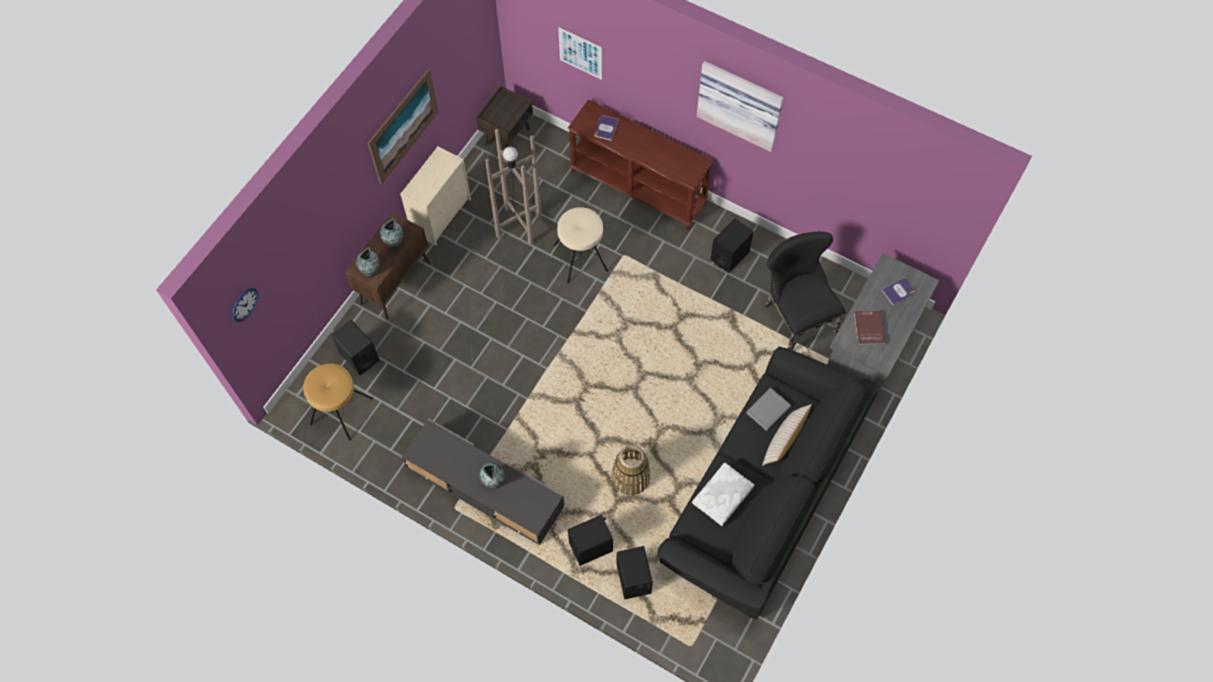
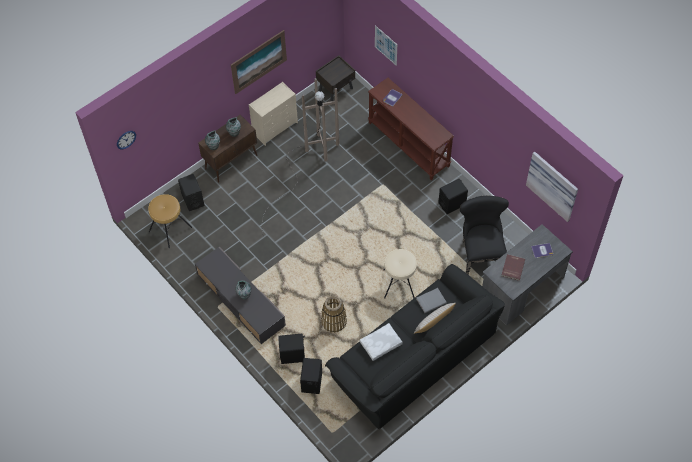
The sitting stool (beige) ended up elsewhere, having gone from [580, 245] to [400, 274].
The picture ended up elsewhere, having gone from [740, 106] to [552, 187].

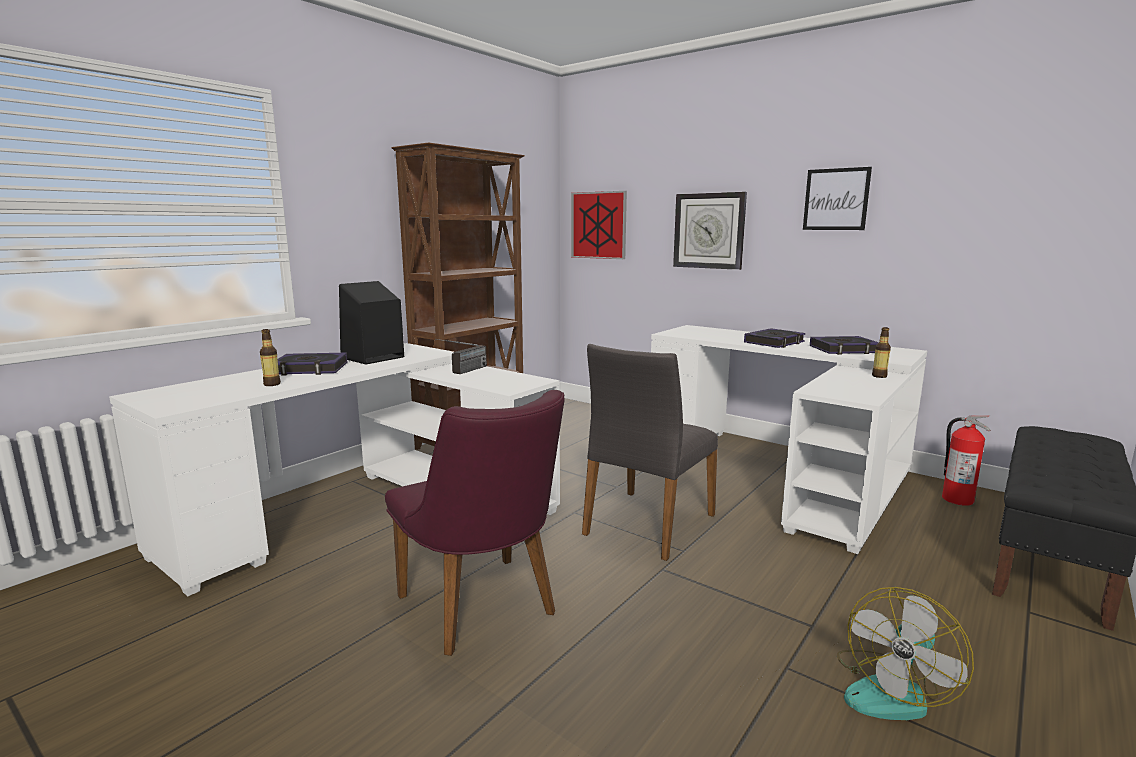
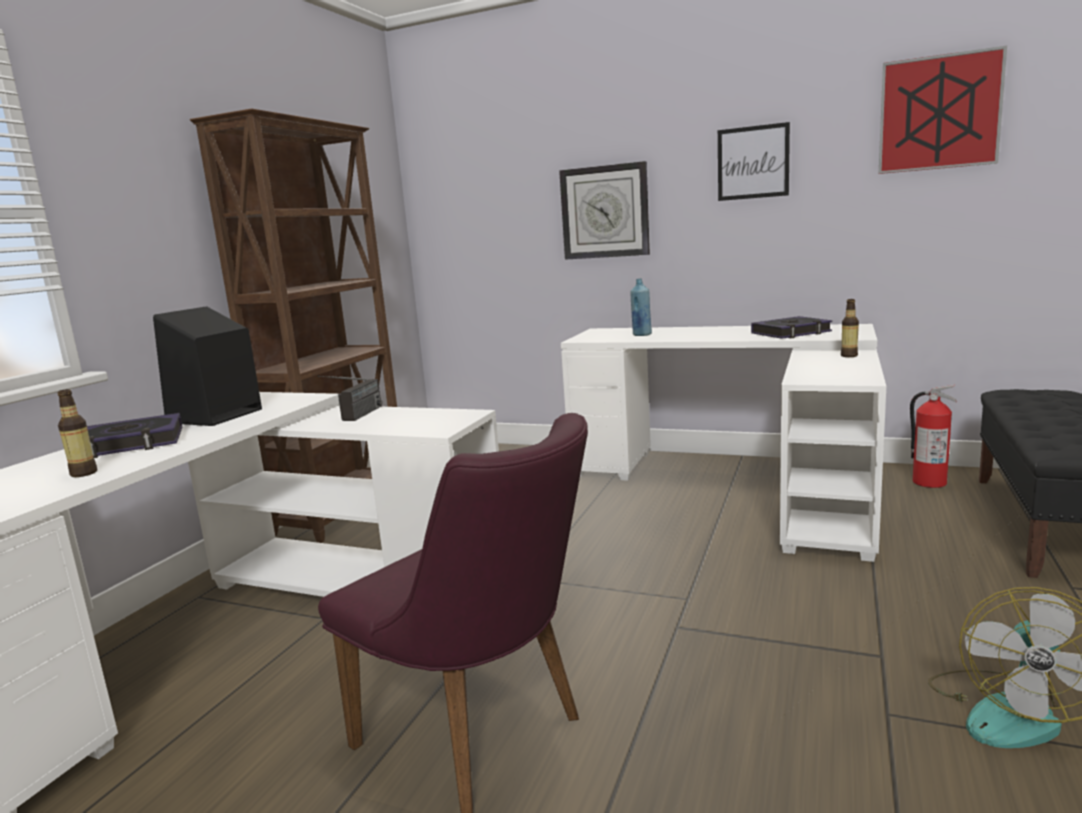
The second view lost the upright chair (gray) at [650, 452].
The second view lost the book at [774, 338].
The second view gained the drink bottle (blue-coloured) at [641, 307].
The picture ended up elsewhere, having gone from [599, 225] to [943, 110].

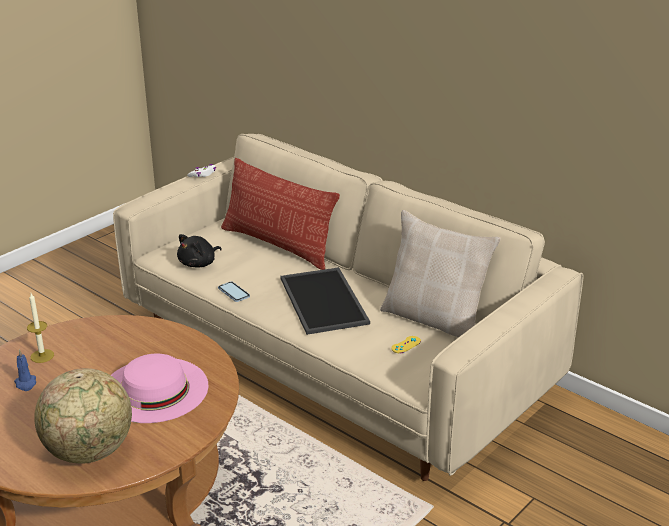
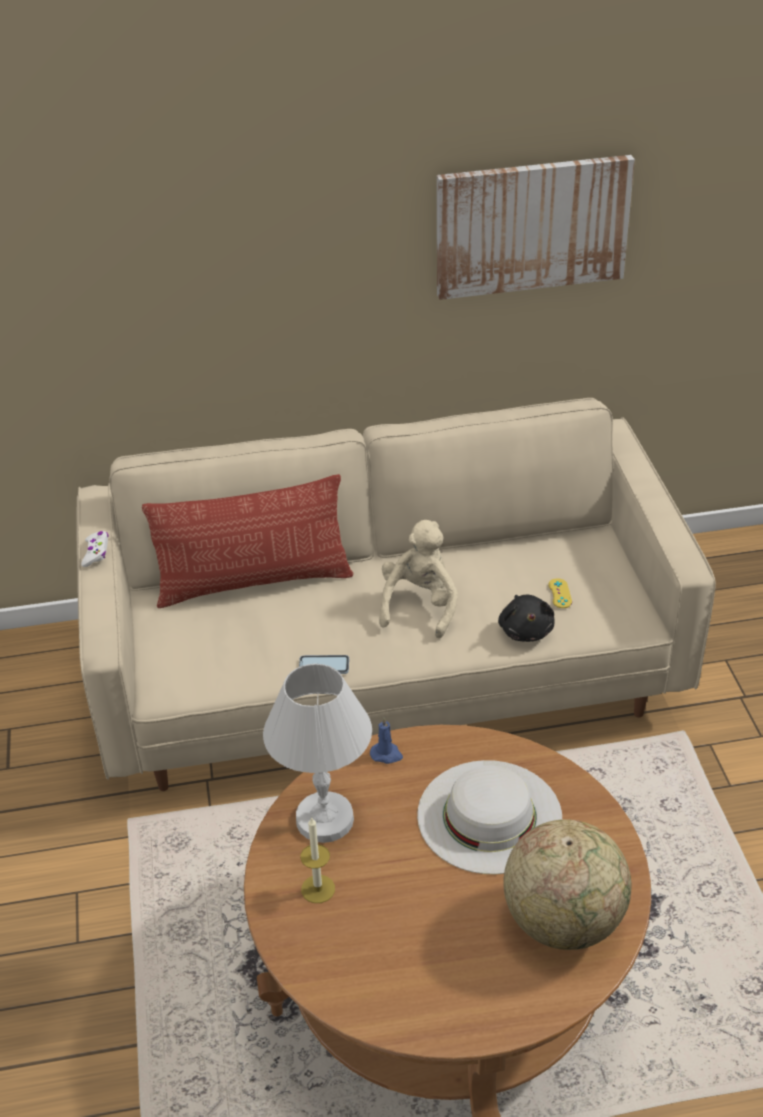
The second view lost the cushion (beige) at [440, 273].
The second view gained the tabletop lamp (white-coloured) at [317, 753].
The second view gained the picture at [536, 227].
The candle (blue-coloured) ended up elsewhere, having gone from [25, 370] to [386, 740].
The plush toy (black) ended up elsewhere, having gone from [199, 251] to [526, 618].
Where the serving tray stood at [325, 301], the plush toy (beige) came to stand at [418, 579].
What was the hat (pinkish) at [160, 388] turned into the hat (white-coloured) at [489, 817].

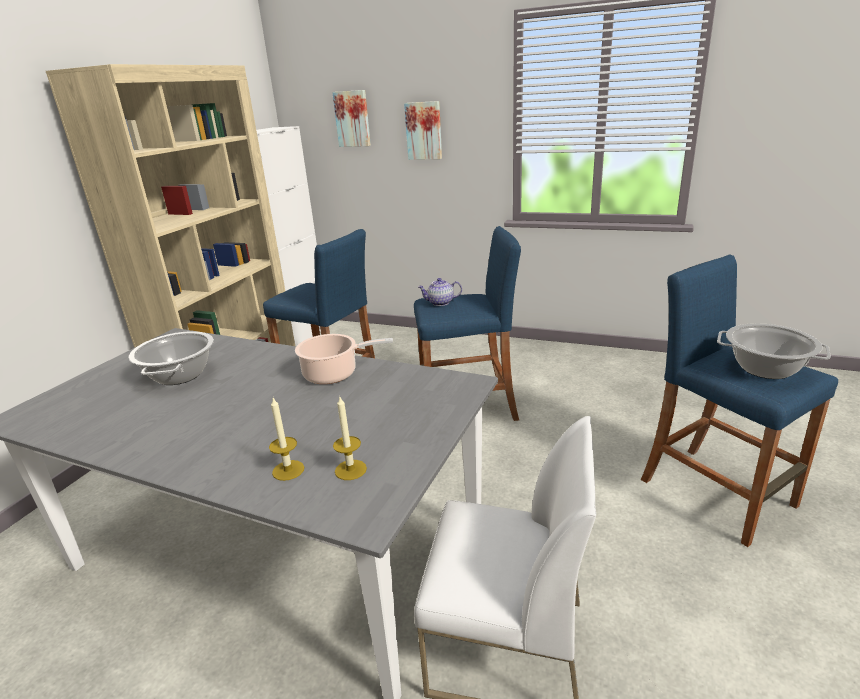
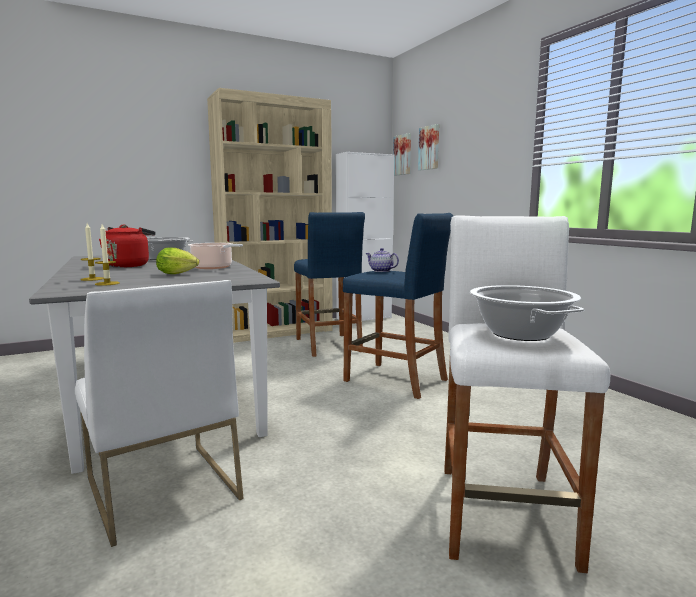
The second view gained the tea kettle (red) at [127, 246].
The second view gained the lettuce at [177, 261].
The picture ended up elsewhere, having gone from [423, 130] to [402, 154].
What was the sitting stool (blue-coloured) at [739, 400] turned into the sitting stool (white-coloured) at [527, 394].

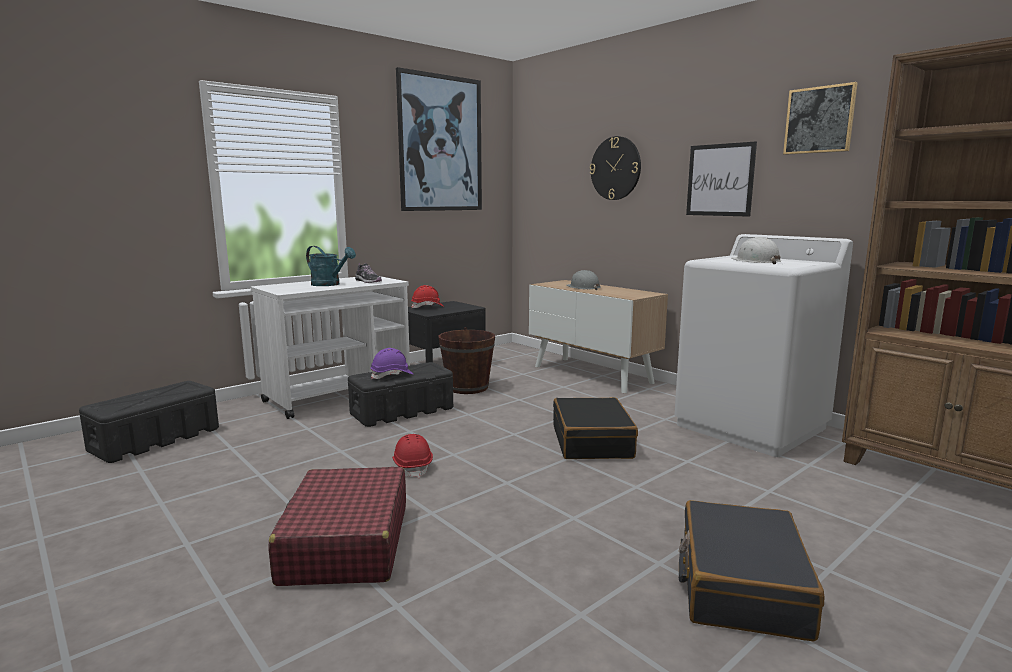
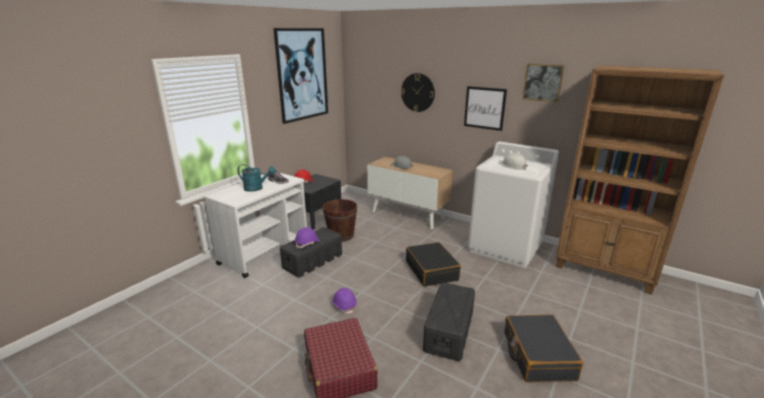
The storage container (black) ended up elsewhere, having gone from [149, 422] to [449, 322].
What was the safety helmet (red) at [412, 456] turned into the safety helmet (purple) at [344, 301].

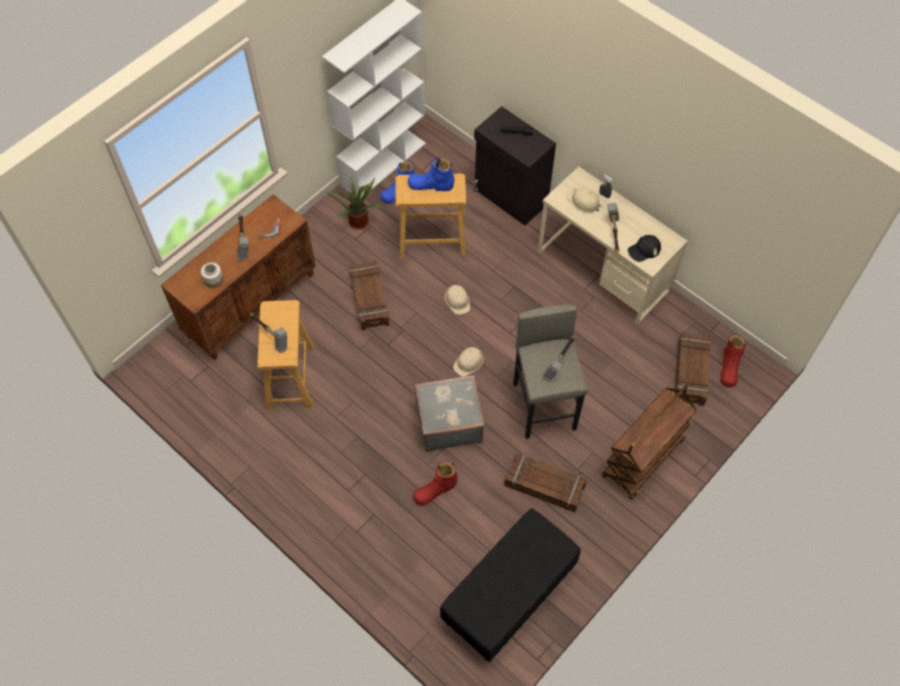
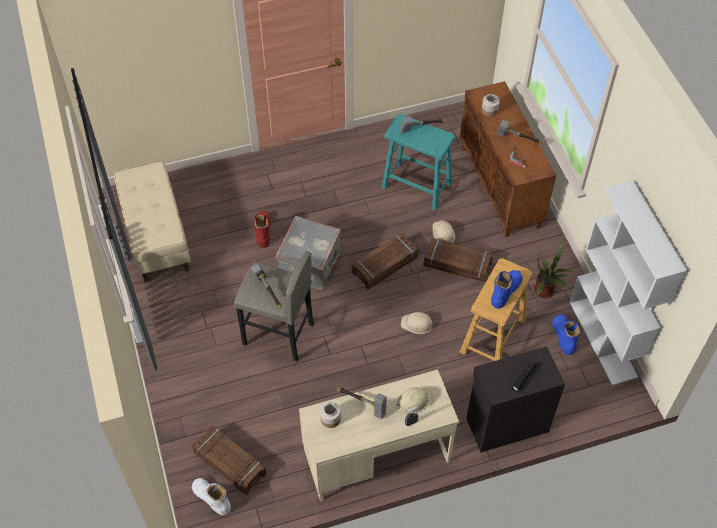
The second view lost the wheeled cart (brownish) at [649, 442].
The safety helmet (beige) ended up elsewhere, having gone from [468, 362] to [444, 231].
The crate ended up elsewhere, having gone from [545, 482] to [385, 261].
Where the cap (black) stood at [644, 248], the preserve jar came to stand at [330, 415].
What was the sitting stool (beige) at [285, 355] turned into the sitting stool (blue-green) at [419, 162].
What was the bench (black) at [510, 585] turned into the bench (beige) at [152, 221].
What was the boot (red) at [733, 360] turned into the boot (white-coloured) at [211, 496].

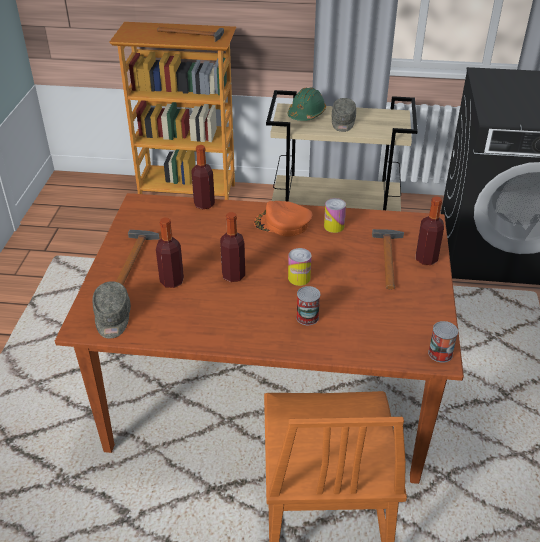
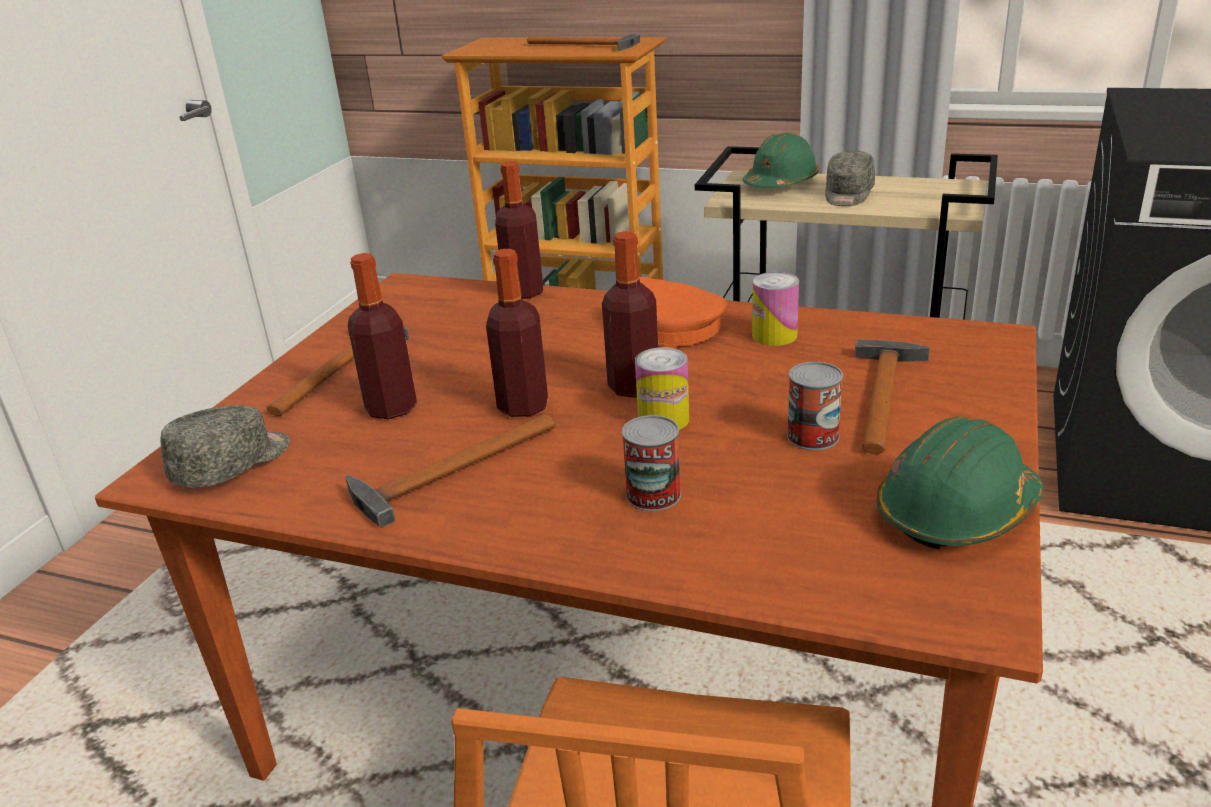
The second view gained the hammer at [450, 471].
The second view gained the safety helmet (green-coloured) at [960, 483].
The drink bottle ended up elsewhere, having gone from [430, 230] to [630, 314].
The can ended up elsewhere, having gone from [443, 342] to [815, 406].
The cap (gray) at [112, 310] ended up facing another way, 150 degrees counterclockwise from before.

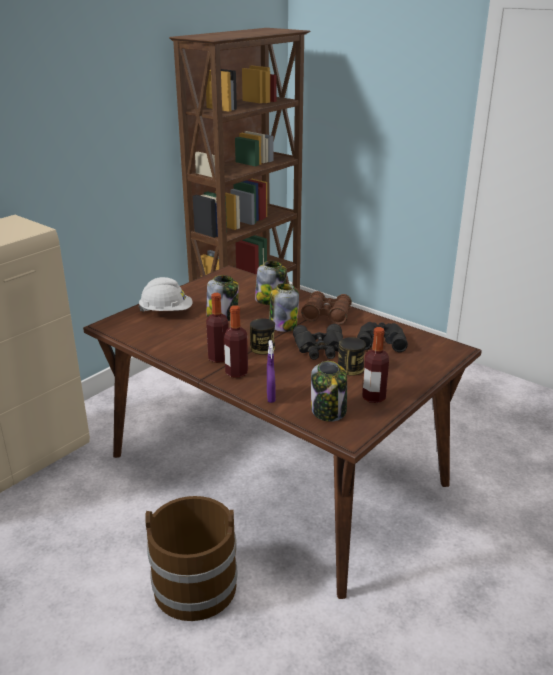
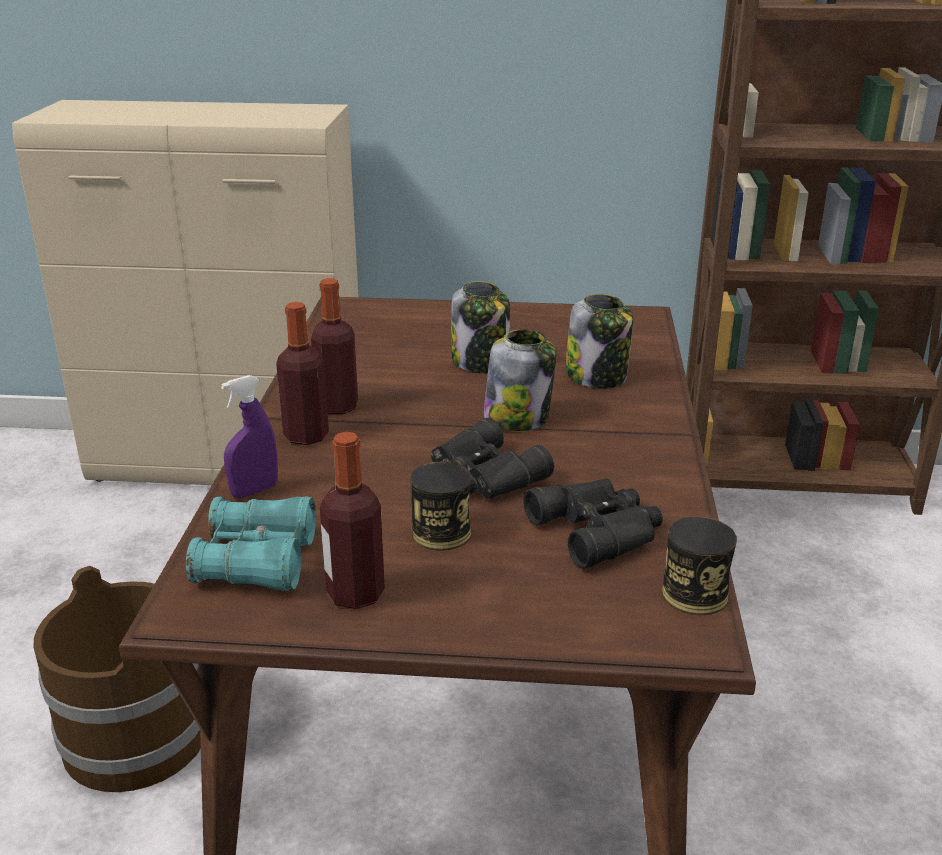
The second view lost the safety helmet (white-coloured) at [165, 294].
The second view lost the field glasses (brownish) at [326, 308].
The can ended up elsewhere, having gone from [262, 336] to [699, 566].
Where the preserve jar stood at [329, 391], the field glasses (blue-green) came to stand at [251, 543].

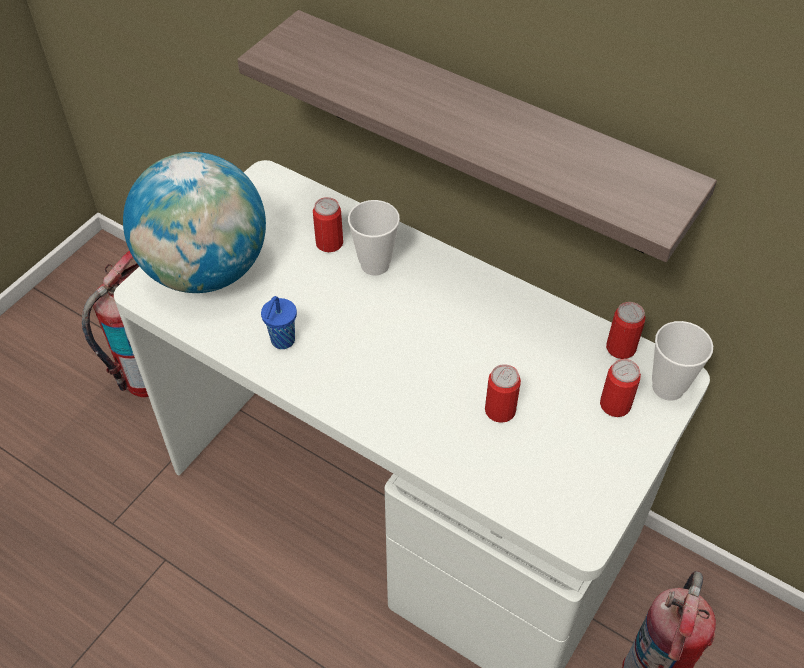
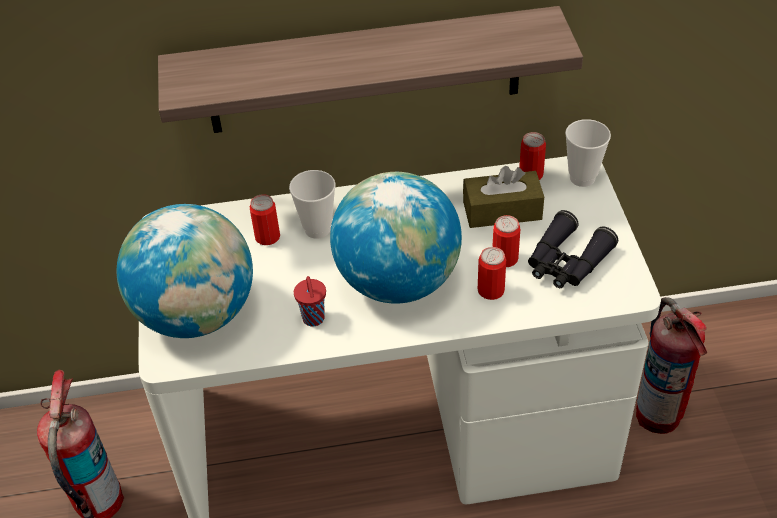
The second view gained the world globe at [396, 238].
The second view gained the box of tissues (brownish) at [503, 197].
The second view gained the field glasses (black) at [573, 249].
The can ended up elsewhere, having gone from [620, 388] to [492, 273].
What was the cup (blue-coloured) at [279, 322] turned into the cup (red) at [310, 301].

